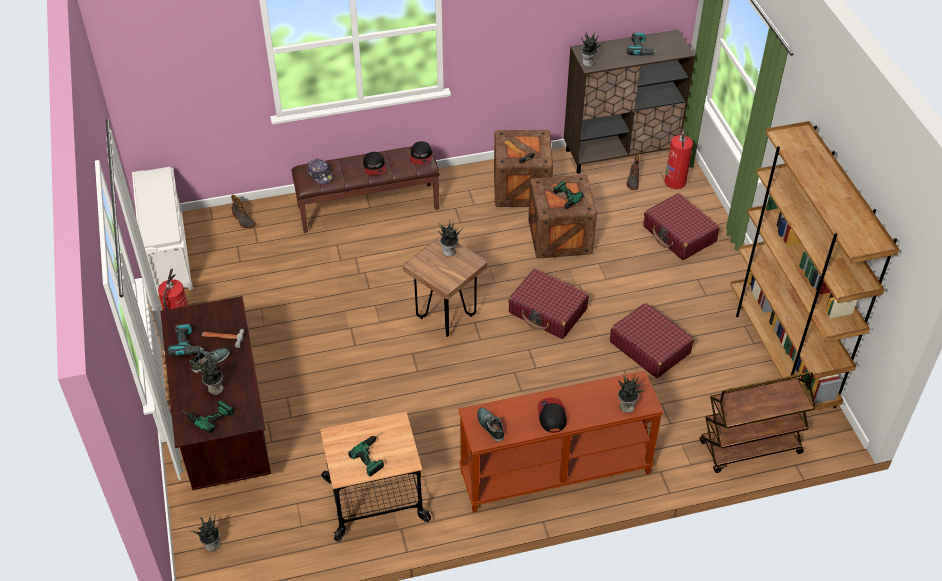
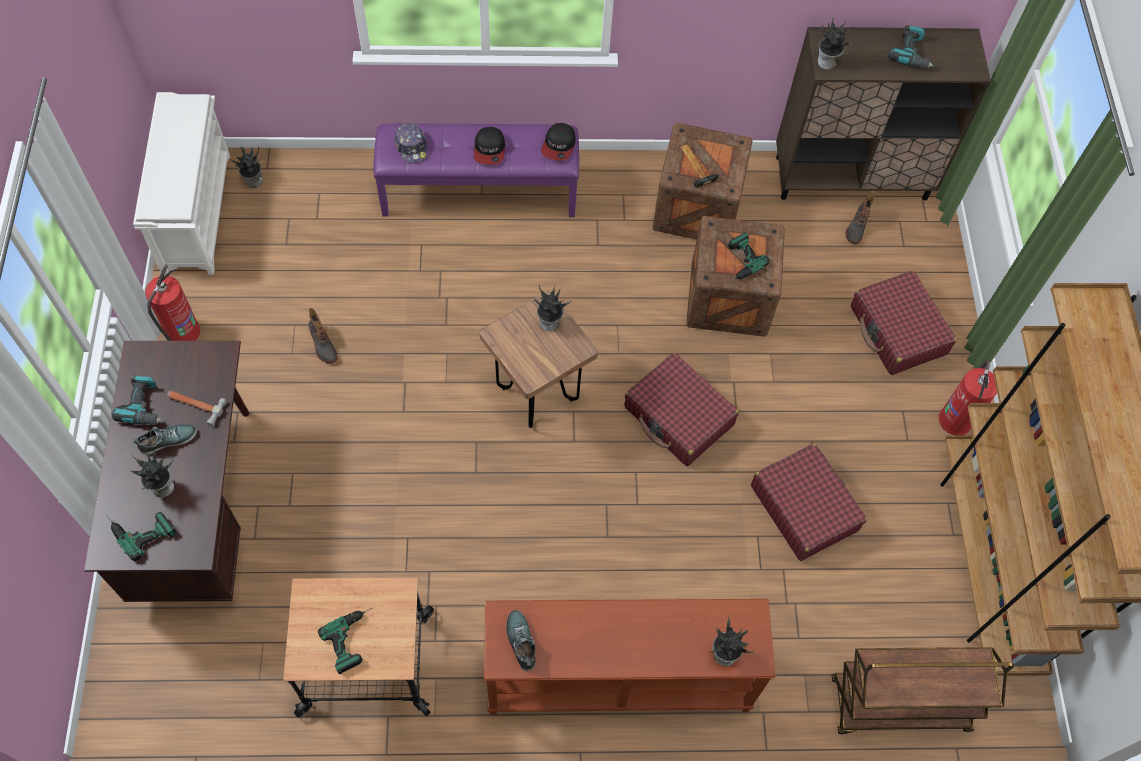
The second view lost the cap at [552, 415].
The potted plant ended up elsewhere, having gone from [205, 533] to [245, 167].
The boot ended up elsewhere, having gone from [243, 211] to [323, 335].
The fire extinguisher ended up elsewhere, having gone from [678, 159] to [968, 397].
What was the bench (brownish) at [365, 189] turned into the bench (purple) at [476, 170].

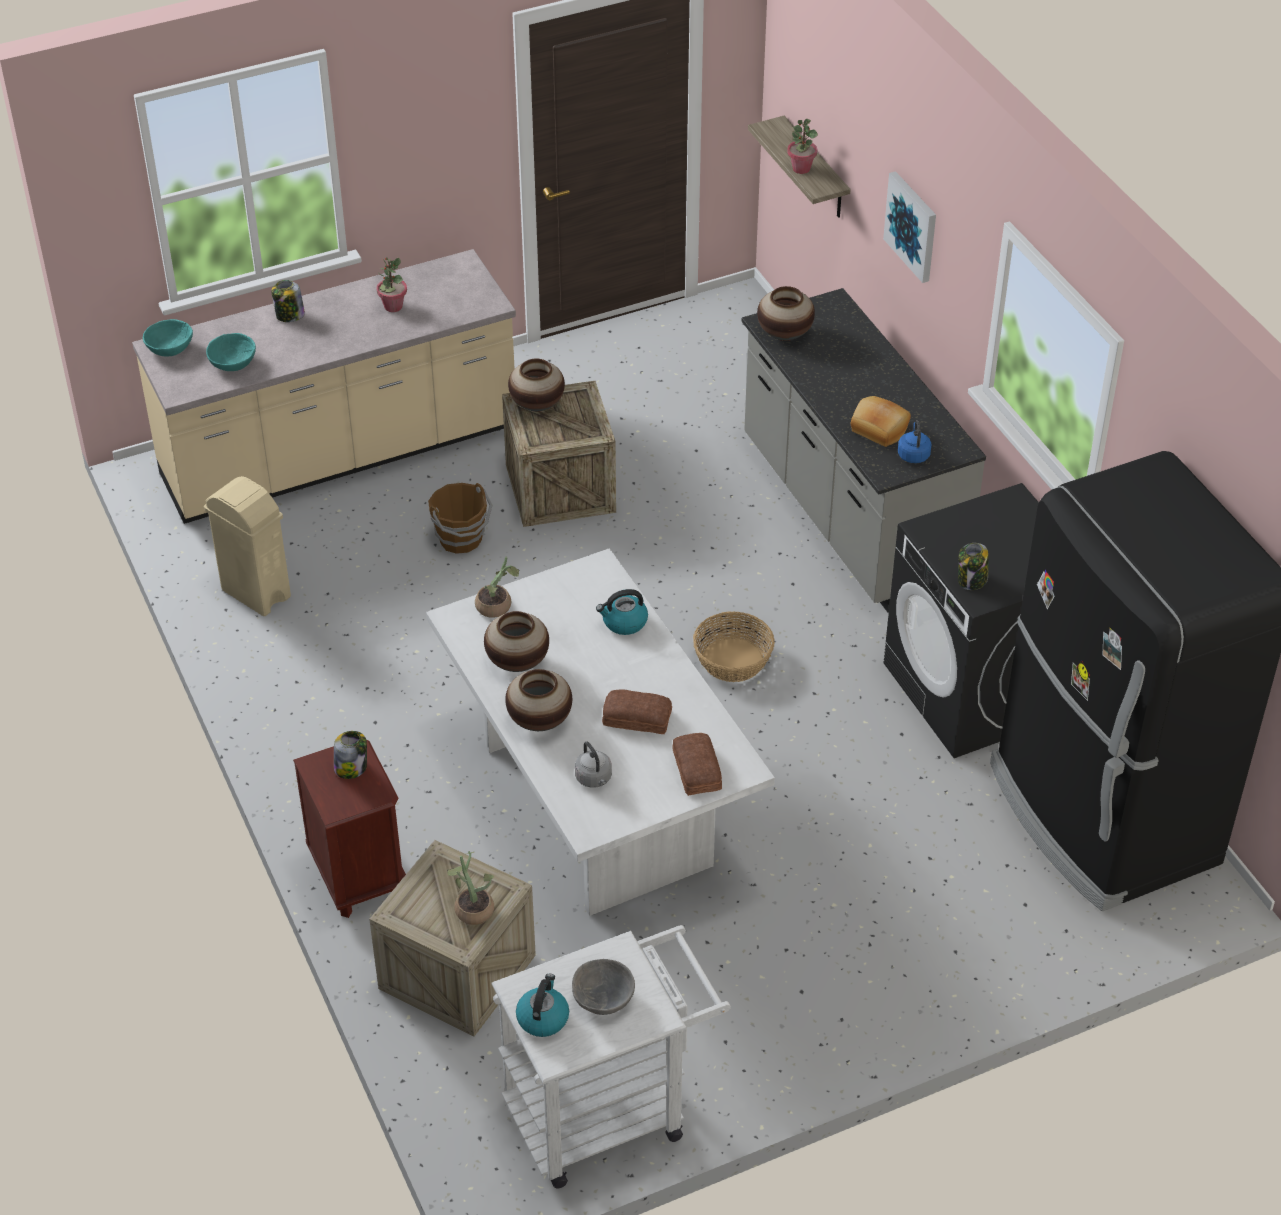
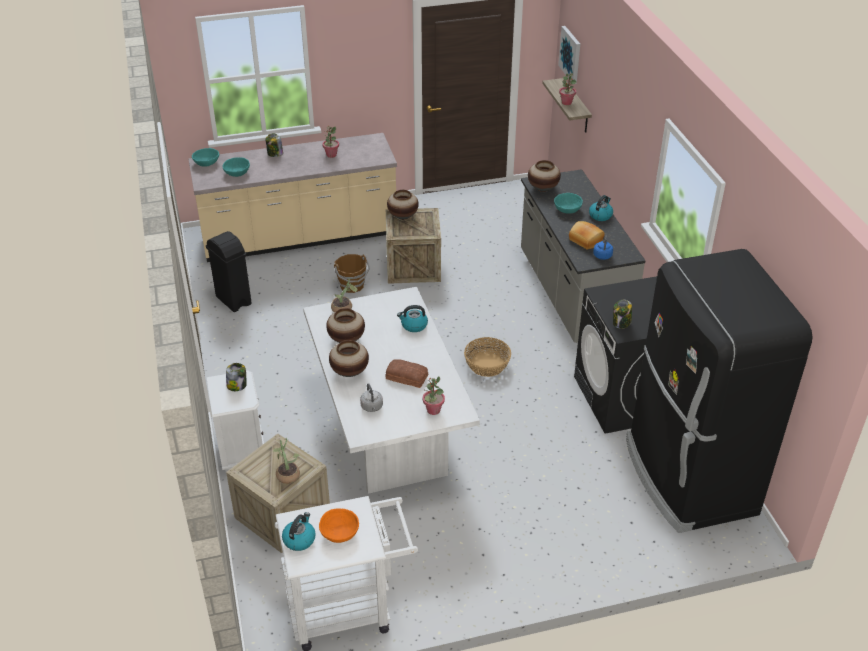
The second view gained the bowl (blue-green) at [568, 203].
The second view gained the tea kettle at [601, 208].
The picture ended up elsewhere, having gone from [909, 227] to [569, 55].
Where the bakery bread stood at [697, 764], the potted plant came to stand at [434, 396].
What was the trash can (beige) at [247, 546] turned into the trash can (black) at [229, 271].
What was the bedside table (brownish) at [349, 829] turned into the bedside table (white-coloured) at [235, 421].
What was the bowl (gray) at [603, 987] turned into the bowl (orange-coloured) at [339, 525].

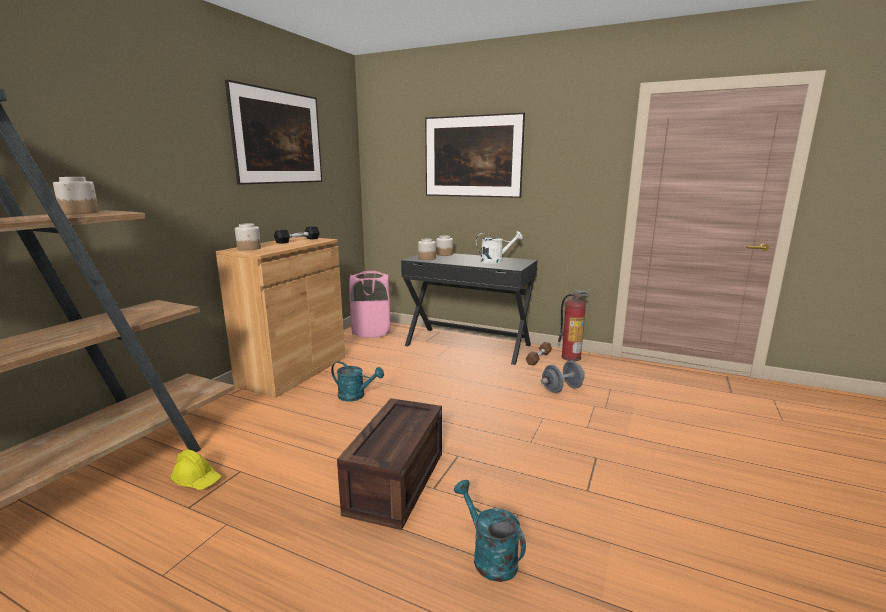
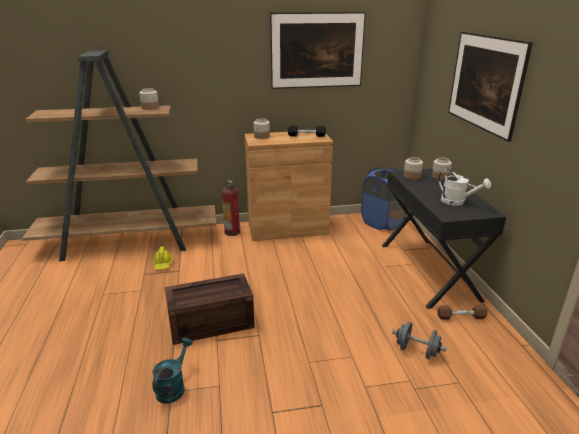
The second view lost the watering can (blue-green) at [357, 381].
The fire extinguisher ended up elsewhere, having gone from [574, 325] to [231, 208].
What was the hamper (pinkish) at [369, 304] turned into the hamper (blue-coloured) at [384, 199].

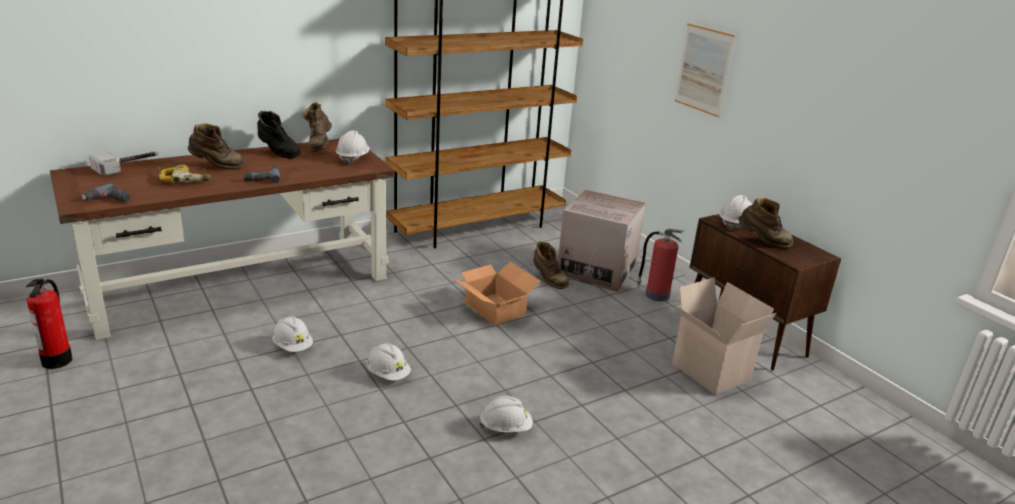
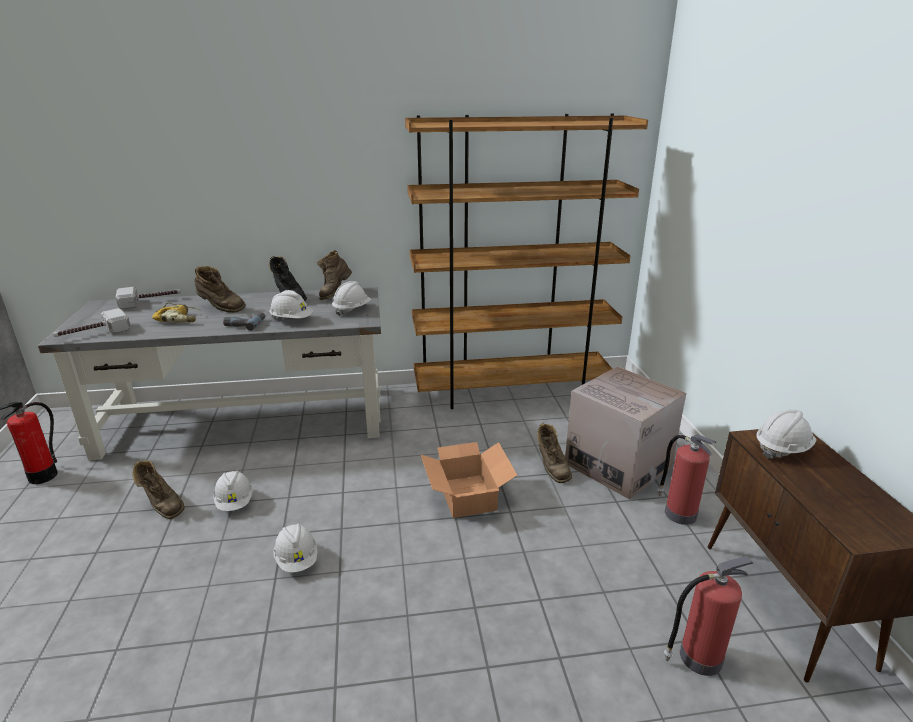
The second view lost the picture at [704, 70].
The safety helmet (white-coloured) ended up elsewhere, having gone from [506, 414] to [291, 304].
The boot (brownish) ended up elsewhere, having gone from [765, 223] to [158, 489].
Where the drill stood at [106, 192], the hammer came to stand at [92, 322].
Where the carton stood at [724, 336], the fire extinguisher came to stand at [708, 616].
What was the desk (brownish) at [222, 239] turned into the desk (gray) at [209, 374].

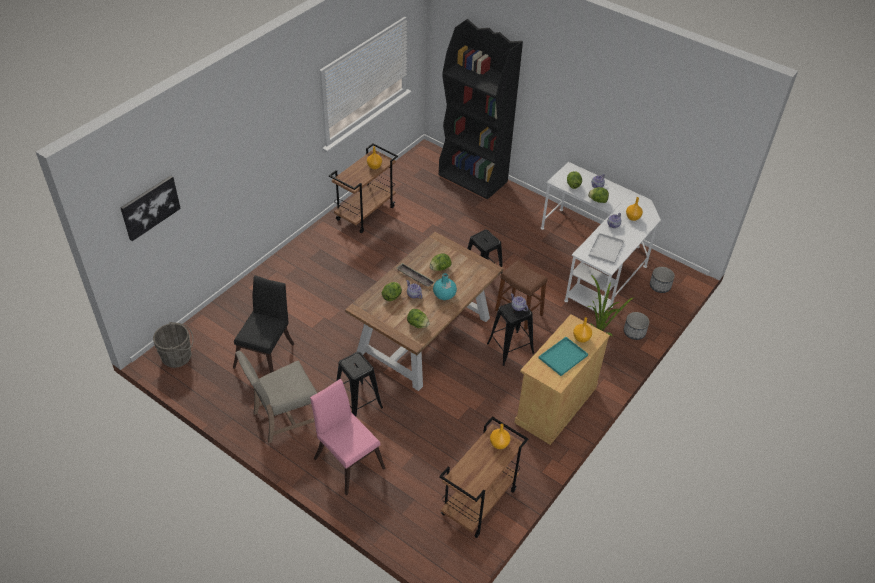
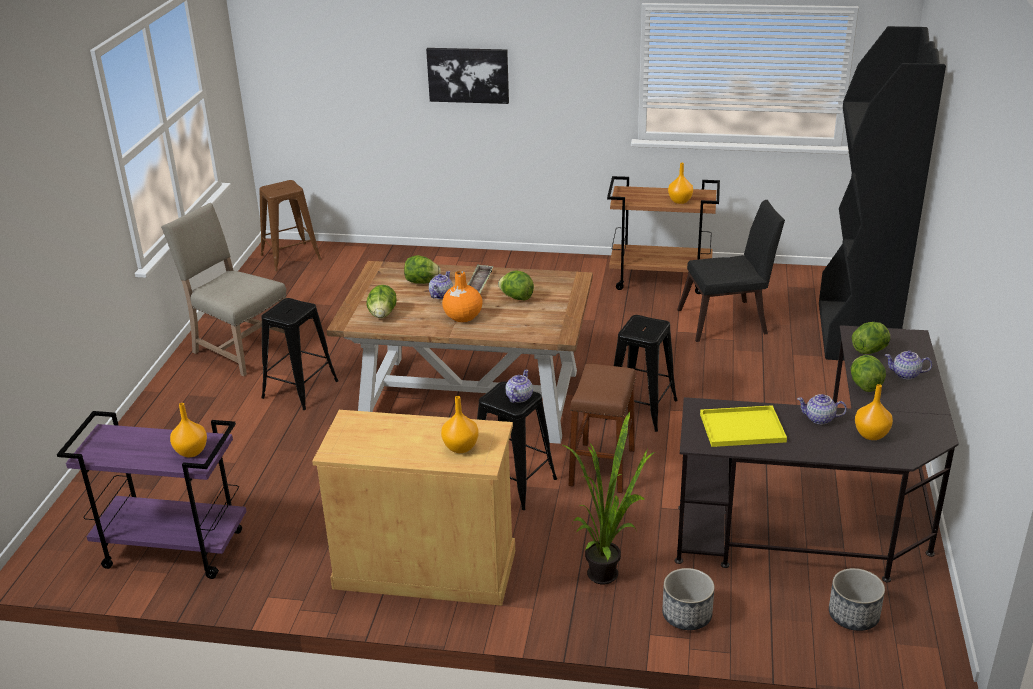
The second view lost the upright chair (pinkish) at [347, 437].
The second view lost the serving tray (blue-green) at [563, 356].
The picture ended up elsewhere, having gone from [150, 208] to [467, 76].
The upright chair (black) ended up elsewhere, having gone from [263, 324] to [731, 271].
Where the bucket (gray) stood at [173, 345], the sitting stool (brownish) came to stand at [290, 225].
What was the decorative vase (blue-green) at [445, 286] turned into the decorative vase (orange-coloured) at [462, 296].
What was the wheeled cart (brownish) at [483, 477] turned into the wheeled cart (purple) at [151, 495].
What was the desk (white-coloured) at [601, 240] turned into the desk (black) at [817, 453].
What was the serving tray (white-coloured) at [606, 248] turned into the serving tray (yellowish) at [743, 426].

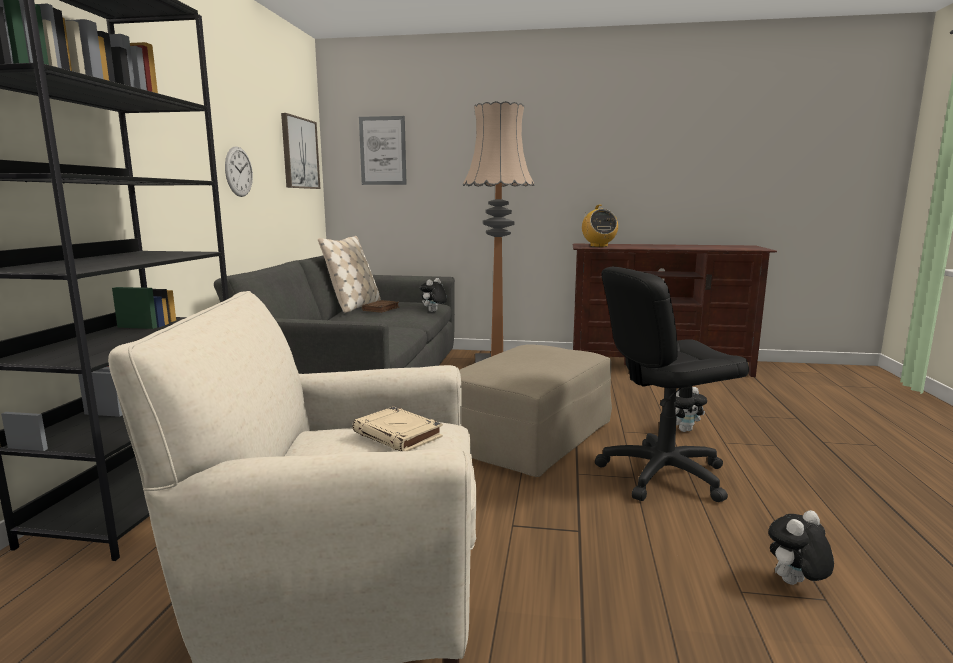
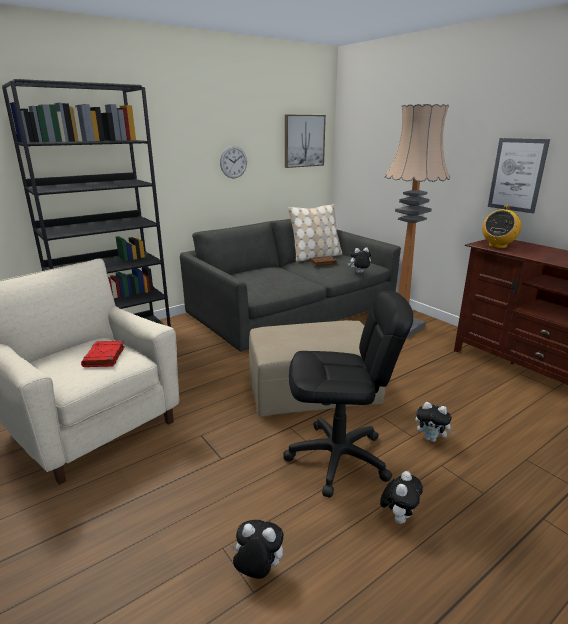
The second view gained the plush toy at [401, 497].
The picture ended up elsewhere, having gone from [383, 150] to [519, 176].
What was the book (beige) at [398, 428] turned into the book (red) at [103, 354].
The office chair (black) at [672, 384] ended up facing another way, 150 degrees clockwise from before.

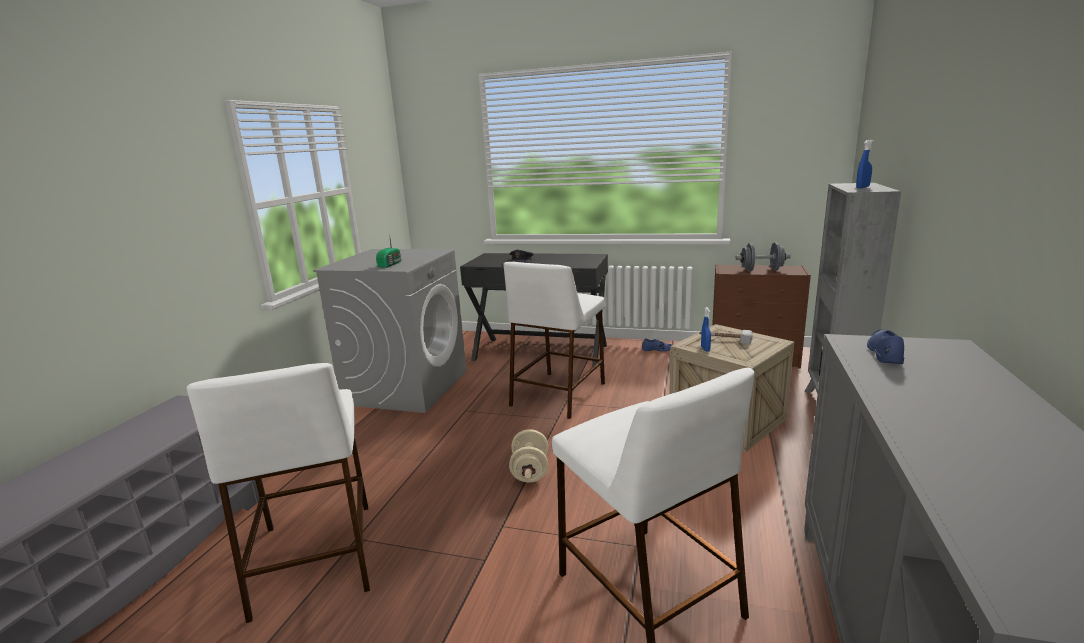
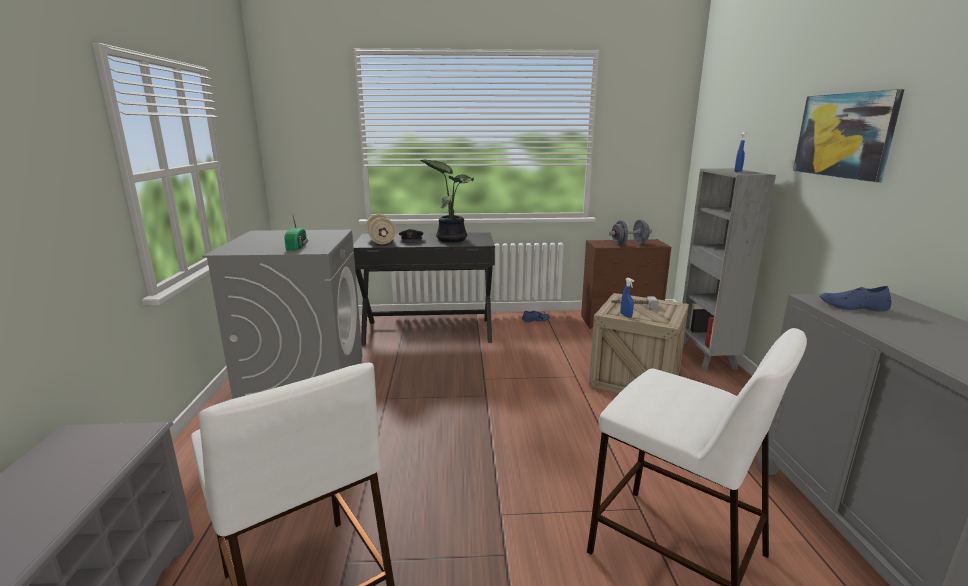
The second view lost the sitting stool (white-coloured) at [554, 340].
The second view gained the potted plant at [446, 201].
The second view gained the picture at [848, 135].
The hand weight (beige) ended up elsewhere, having gone from [528, 455] to [381, 229].
The item of footwear (blue-coloured) at [885, 347] ended up facing another way, 75 degrees counterclockwise from before.

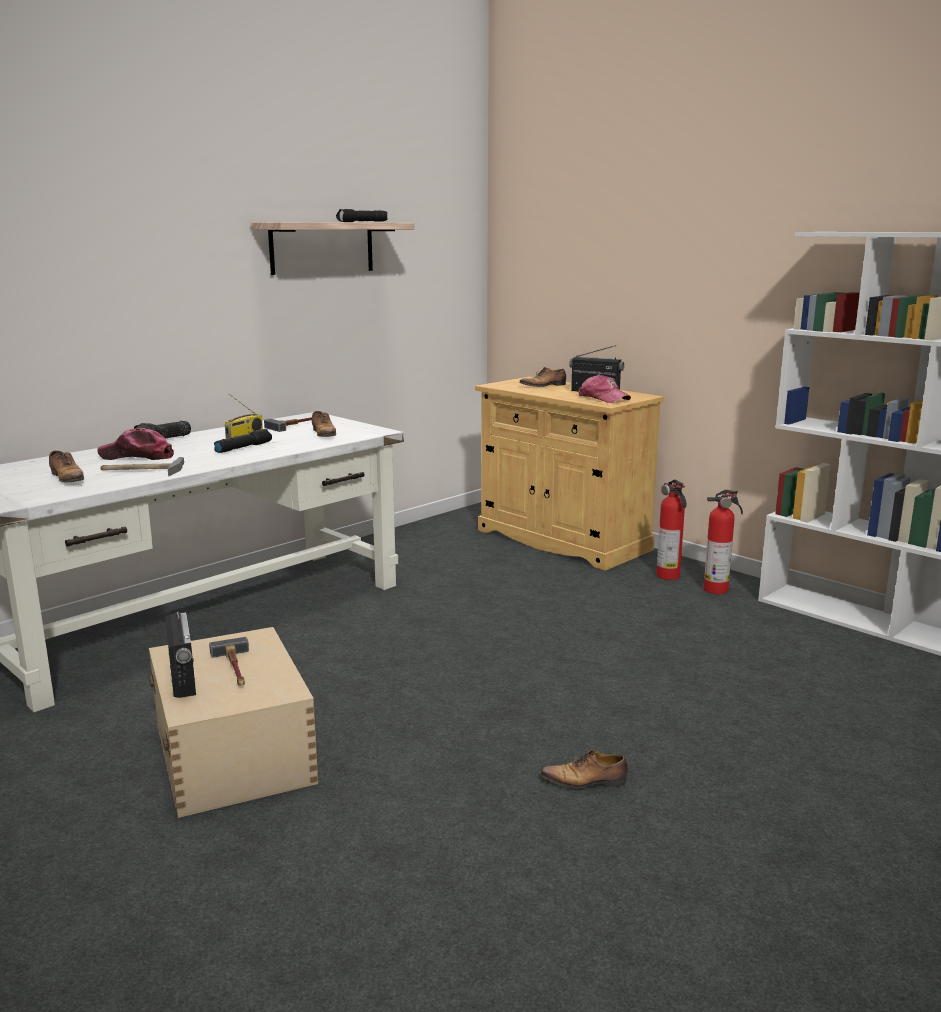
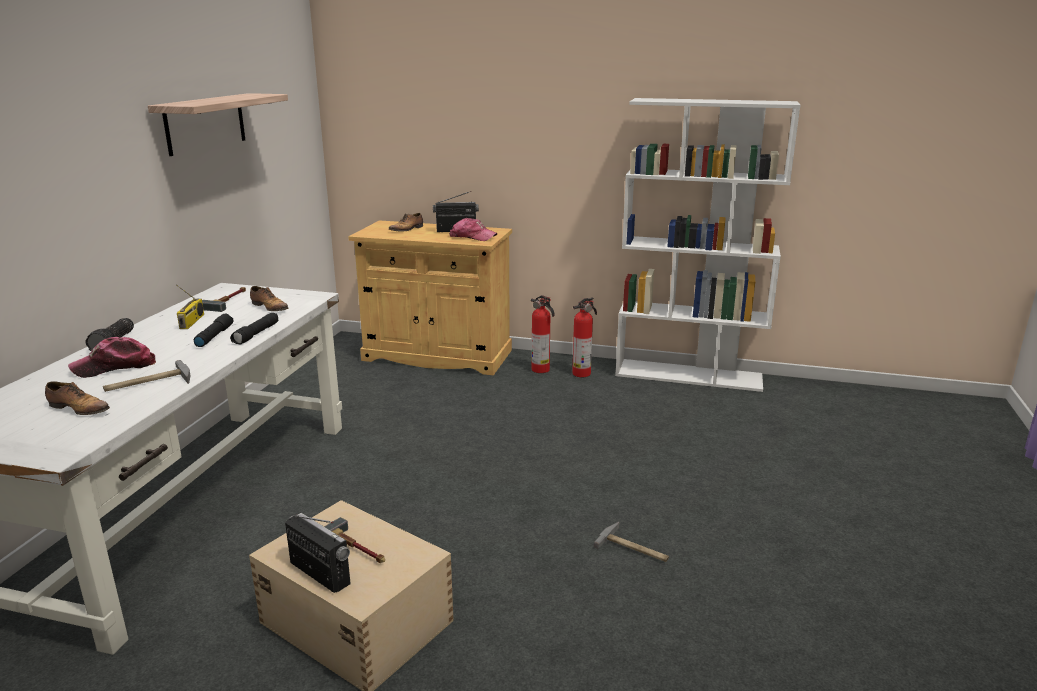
The torch (black) ended up elsewhere, having gone from [362, 215] to [254, 328].
Where the item of footwear stood at [584, 769], the hammer came to stand at [631, 542].

